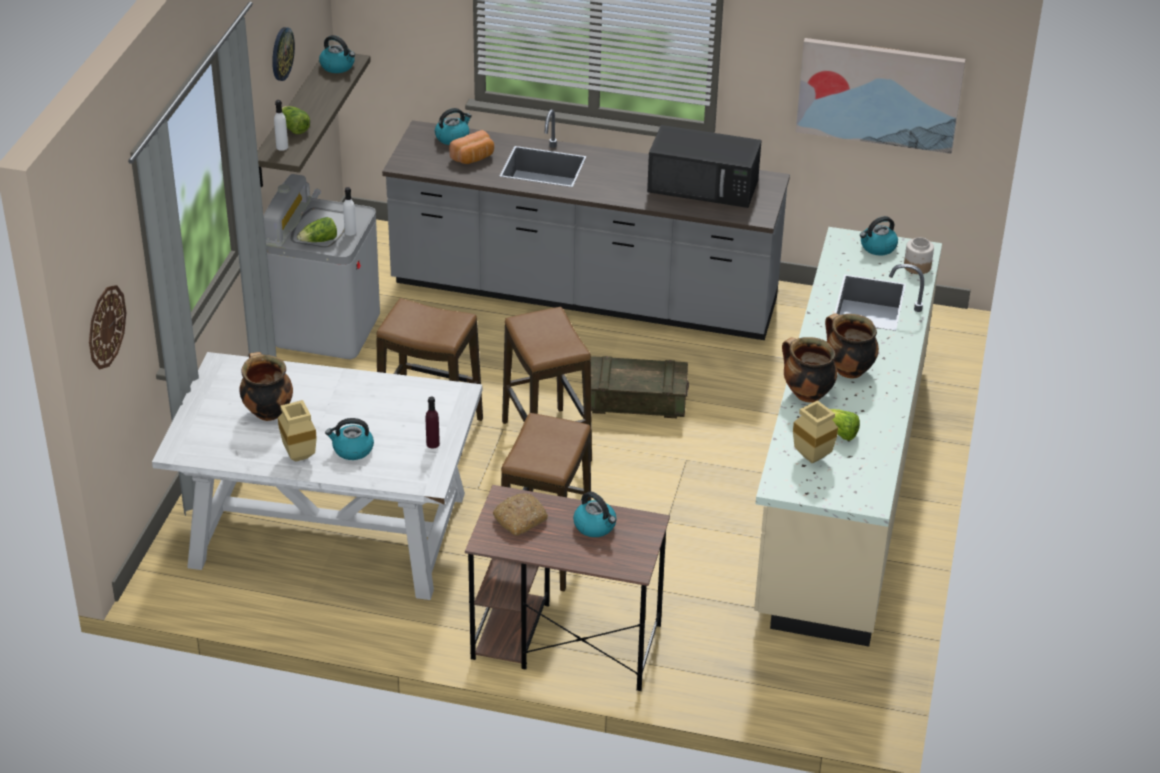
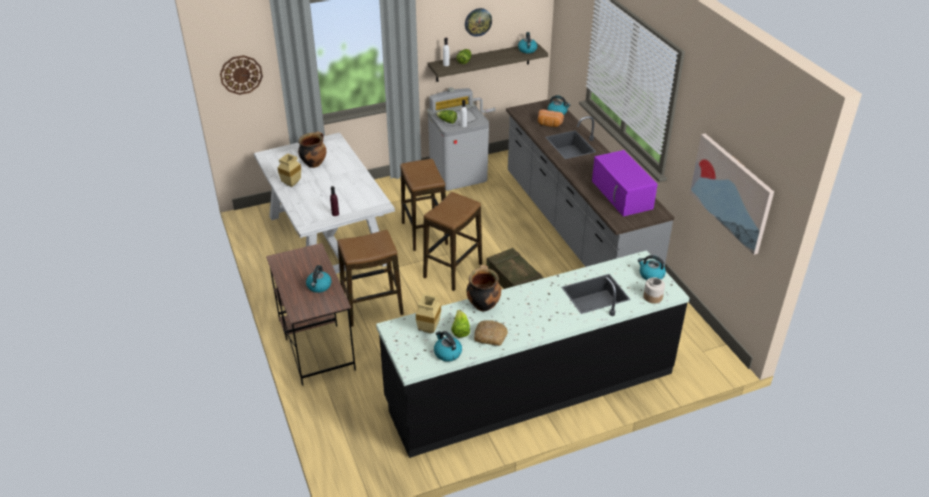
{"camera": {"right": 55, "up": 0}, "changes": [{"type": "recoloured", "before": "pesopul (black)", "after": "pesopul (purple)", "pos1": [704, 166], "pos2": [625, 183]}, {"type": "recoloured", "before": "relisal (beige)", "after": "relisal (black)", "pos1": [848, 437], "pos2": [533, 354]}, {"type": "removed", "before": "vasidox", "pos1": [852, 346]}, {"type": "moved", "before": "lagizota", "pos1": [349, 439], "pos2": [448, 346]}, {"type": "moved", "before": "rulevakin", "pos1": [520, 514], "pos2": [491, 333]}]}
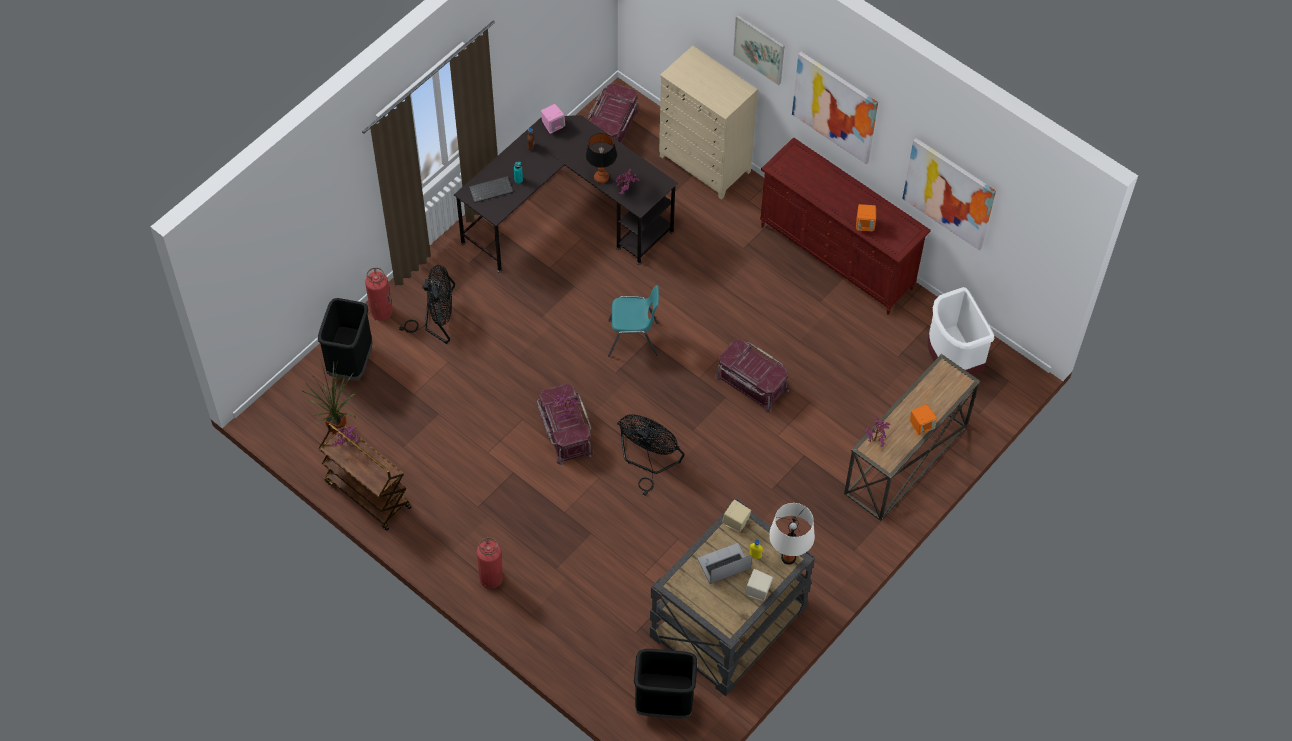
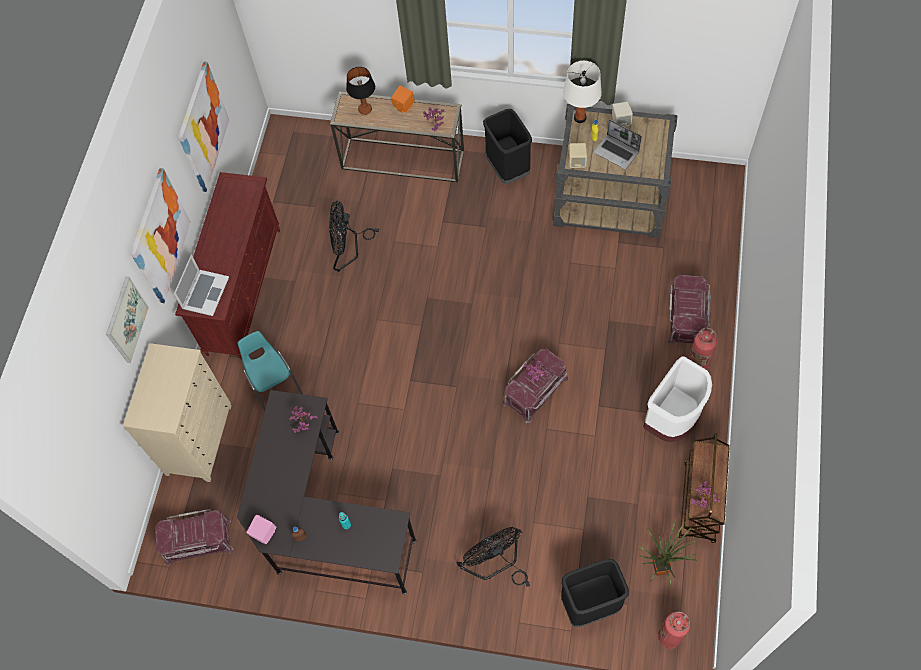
{"camera": {"right": -115, "up": 5}, "changes": [{"type": "moved", "before": "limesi", "pos1": [601, 158], "pos2": [360, 91]}, {"type": "removed", "before": "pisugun", "pos1": [491, 189]}, {"type": "removed", "before": "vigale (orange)", "pos1": [866, 217]}, {"type": "moved", "before": "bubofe", "pos1": [379, 294], "pos2": [674, 630]}, {"type": "moved", "before": "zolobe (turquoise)", "pos1": [633, 321], "pos2": [270, 371]}, {"type": "moved", "before": "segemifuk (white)", "pos1": [960, 331], "pos2": [677, 399]}, {"type": "moved", "before": "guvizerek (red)", "pos1": [752, 375], "pos2": [689, 310]}, {"type": "moved", "before": "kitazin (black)", "pos1": [650, 455], "pos2": [354, 236]}, {"type": "moved", "before": "segemifuk (black)", "pos1": [666, 684], "pos2": [507, 146]}, {"type": "added", "after": "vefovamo", "pos2": [201, 285]}]}
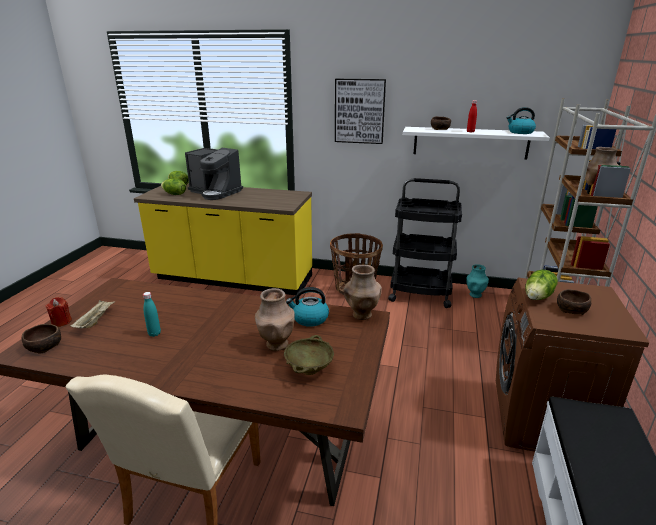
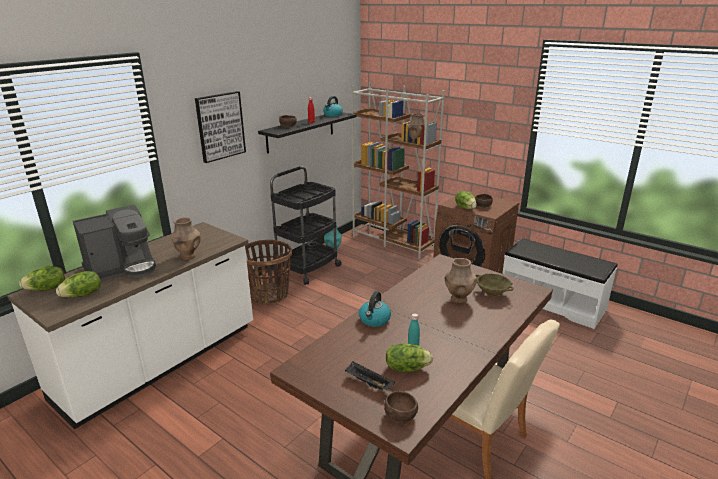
{"camera": {"right": -65, "up": 0}, "changes": [{"type": "recoloured", "before": "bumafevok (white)", "after": "bumafevok (black)", "pos1": [476, 143], "pos2": [307, 132]}, {"type": "recoloured", "before": "relisal (yellow)", "after": "relisal (white)", "pos1": [223, 239], "pos2": [130, 325]}, {"type": "moved", "before": "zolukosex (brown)", "pos1": [363, 292], "pos2": [186, 238]}, {"type": "moved", "before": "lagizota", "pos1": [307, 307], "pos2": [375, 309]}, {"type": "removed", "before": "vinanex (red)", "pos1": [59, 312]}, {"type": "recoloured", "before": "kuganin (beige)", "after": "kuganin (black)", "pos1": [92, 314], "pos2": [370, 376]}, {"type": "added", "after": "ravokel", "pos2": [409, 357]}]}
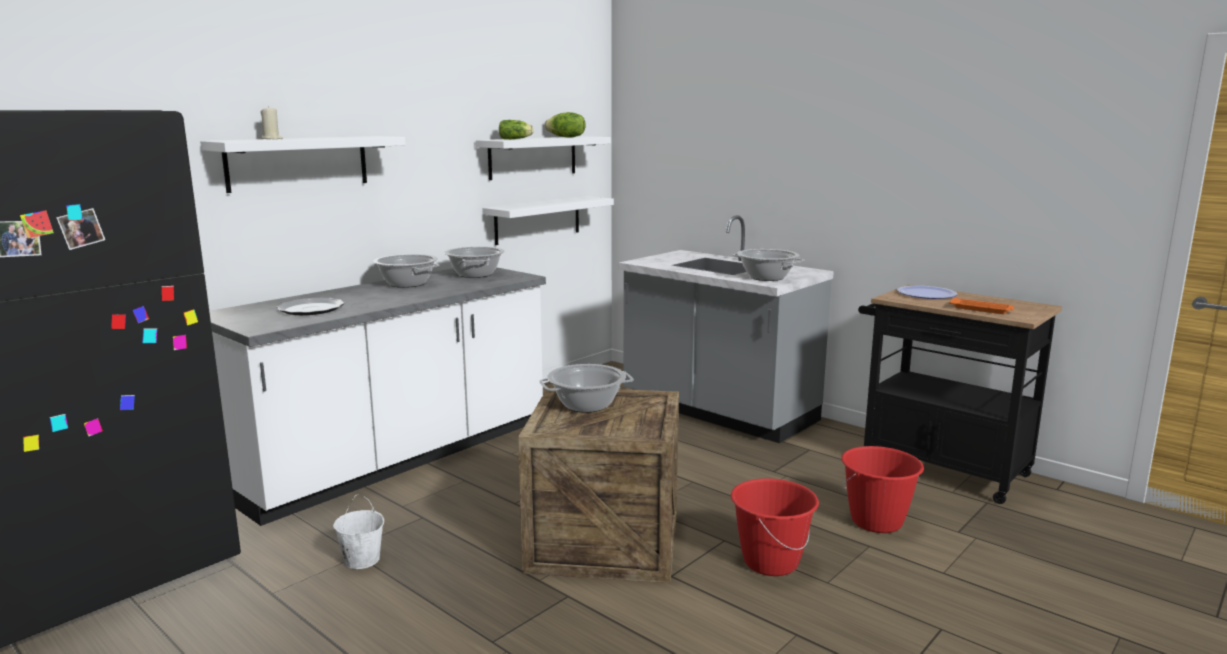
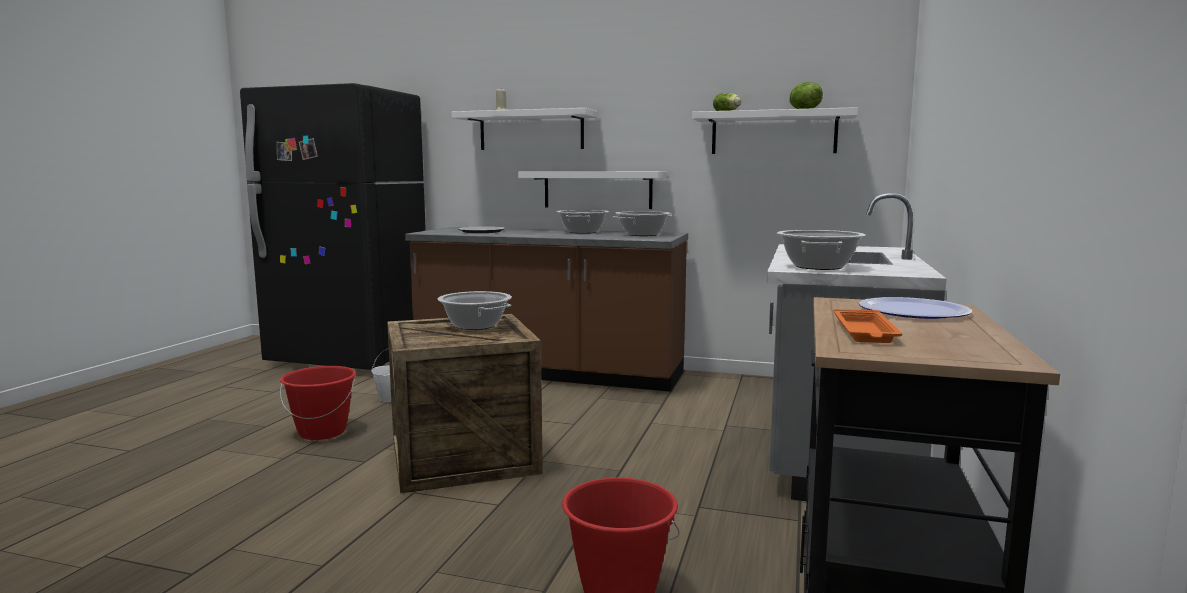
{"camera": {"right": 65, "up": -5}, "changes": [{"type": "moved", "before": "bumafevok (white)", "pos1": [548, 220], "pos2": [592, 190]}, {"type": "recoloured", "before": "relisal (white)", "after": "relisal (brown)", "pos1": [377, 397], "pos2": [546, 309]}, {"type": "moved", "before": "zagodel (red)", "pos1": [775, 527], "pos2": [318, 403]}]}
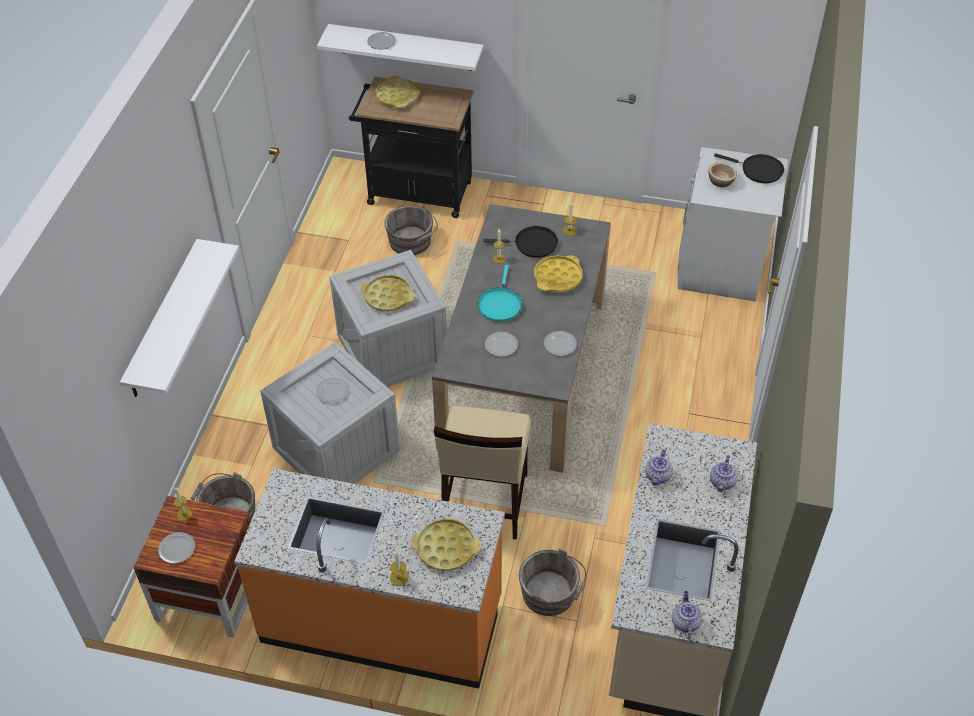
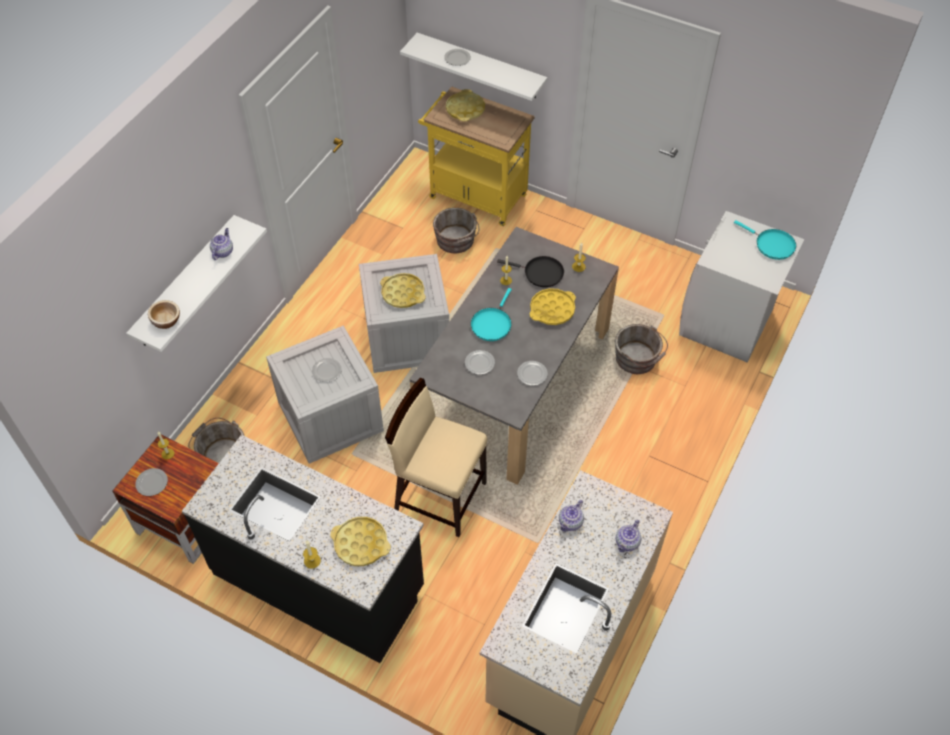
{"camera": {"right": 15, "up": 5}, "changes": [{"type": "recoloured", "before": "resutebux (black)", "after": "resutebux (yellow)", "pos1": [411, 147], "pos2": [476, 157]}, {"type": "recoloured", "before": "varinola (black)", "after": "varinola (turquoise)", "pos1": [749, 168], "pos2": [765, 240]}, {"type": "moved", "before": "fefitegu", "pos1": [723, 175], "pos2": [164, 314]}, {"type": "turned", "before": "zolobe (beige)", "pos1": [482, 473], "pos2": [436, 457], "turn": 90}, {"type": "recoloured", "before": "relisal (orange)", "after": "relisal (black)", "pos1": [369, 579], "pos2": [303, 549]}, {"type": "moved", "before": "zagodel (grey)", "pos1": [552, 582], "pos2": [641, 349]}, {"type": "moved", "before": "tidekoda", "pos1": [687, 615], "pos2": [221, 244]}]}
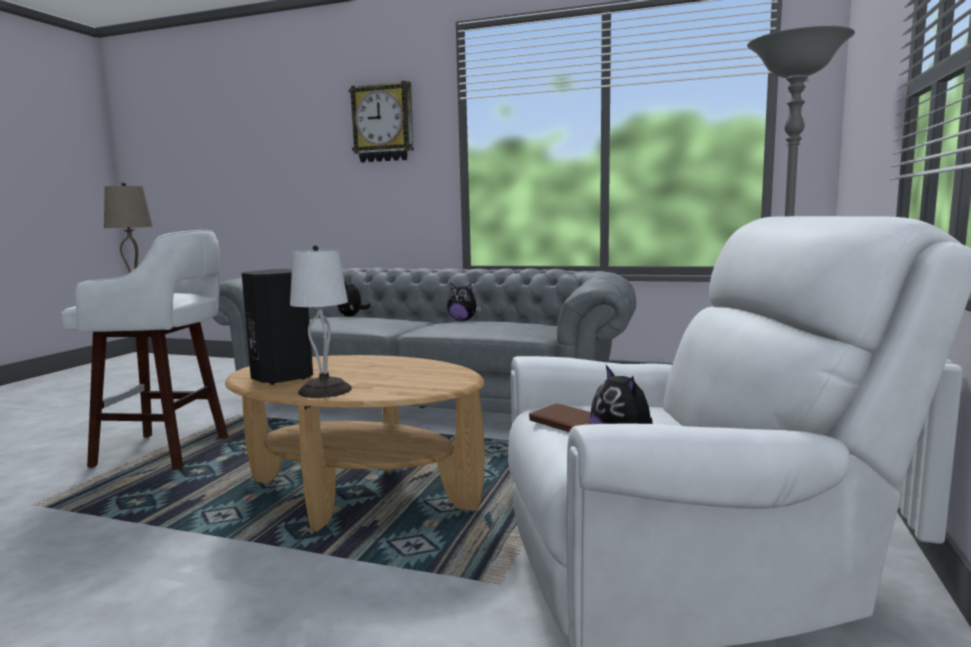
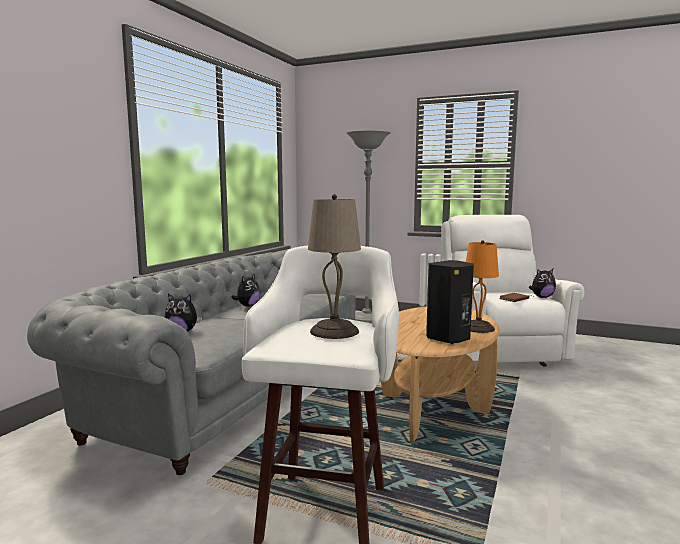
{"camera": {"right": -85, "up": 0}, "changes": [{"type": "removed", "before": "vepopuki", "pos1": [381, 122]}, {"type": "recoloured", "before": "limesi (white)", "after": "limesi (orange)", "pos1": [321, 321], "pos2": [482, 286]}]}
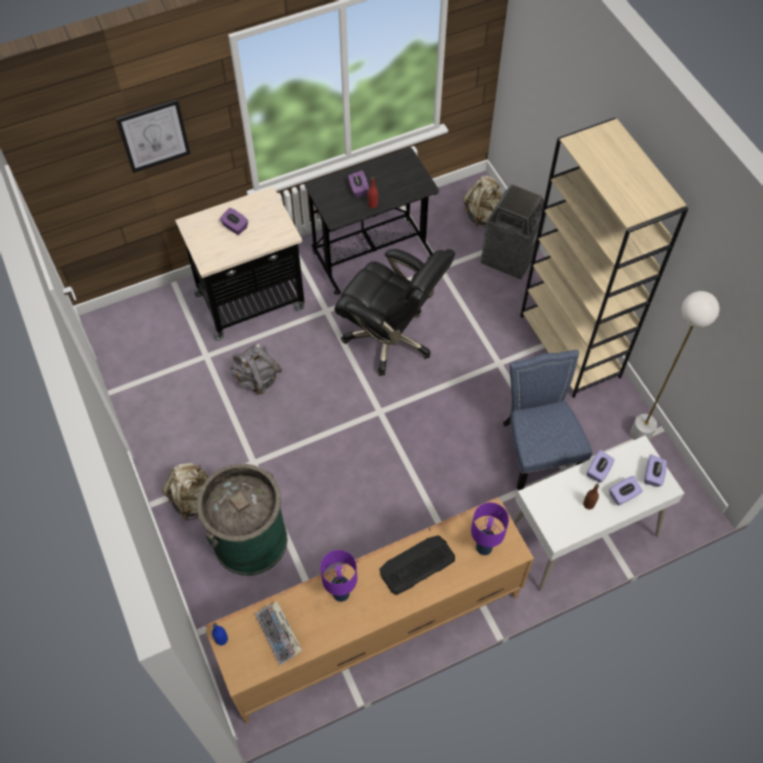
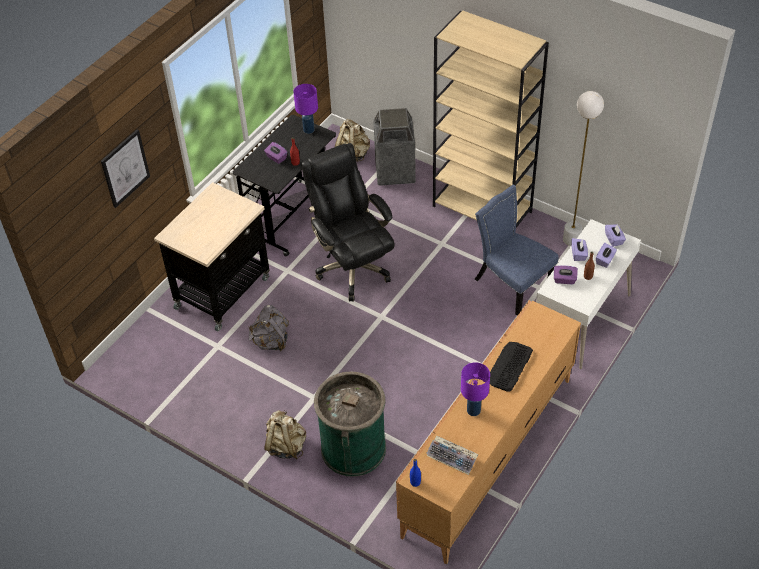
{"camera": {"right": -30, "up": -10}, "changes": [{"type": "moved", "before": "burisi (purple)", "pos1": [234, 221], "pos2": [566, 274]}, {"type": "turned", "before": "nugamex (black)", "pos1": [394, 312], "pos2": [348, 222], "turn": -120}, {"type": "moved", "before": "limesi (purple)", "pos1": [490, 528], "pos2": [305, 109]}]}
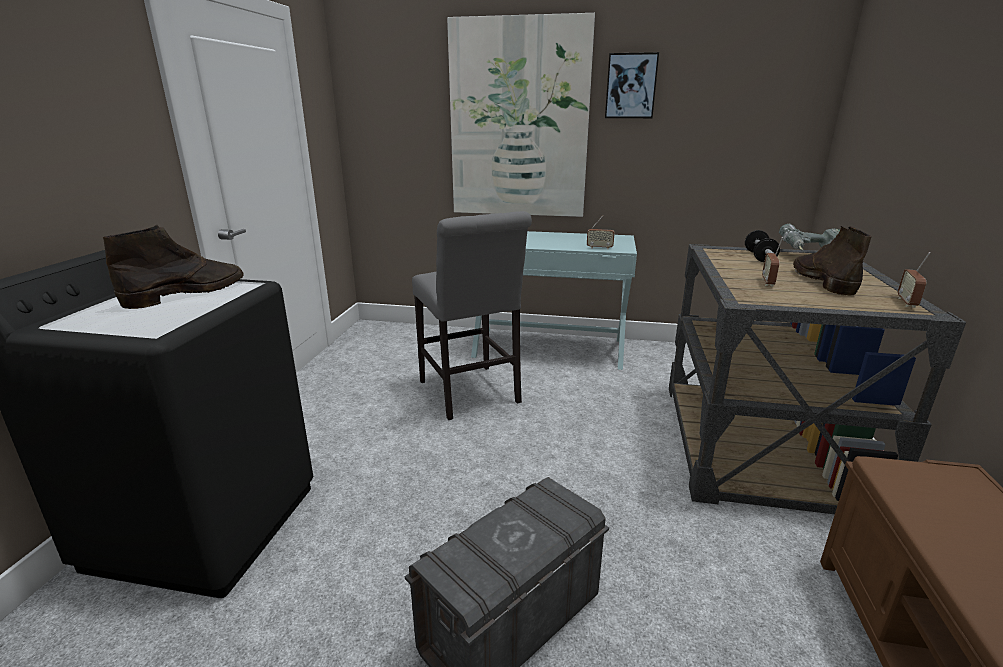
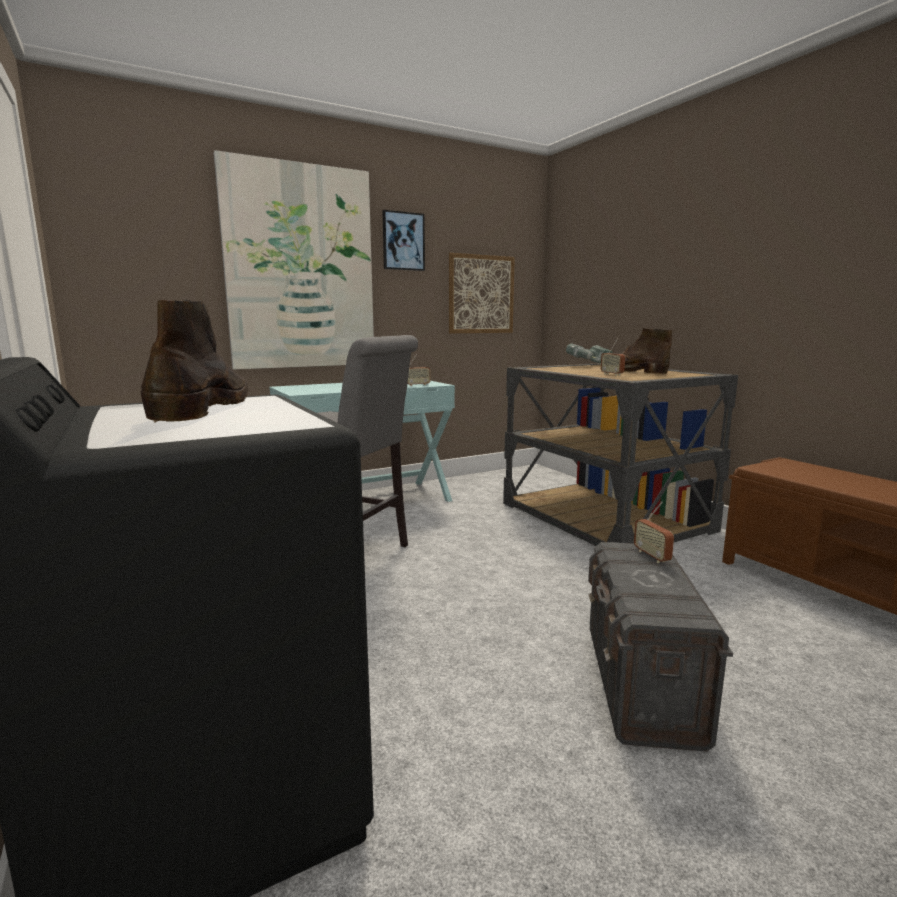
{"camera": {"right": -40, "up": -10}, "changes": [{"type": "removed", "before": "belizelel", "pos1": [762, 246]}, {"type": "moved", "before": "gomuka", "pos1": [914, 280], "pos2": [654, 532]}, {"type": "added", "after": "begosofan", "pos2": [482, 293]}]}
